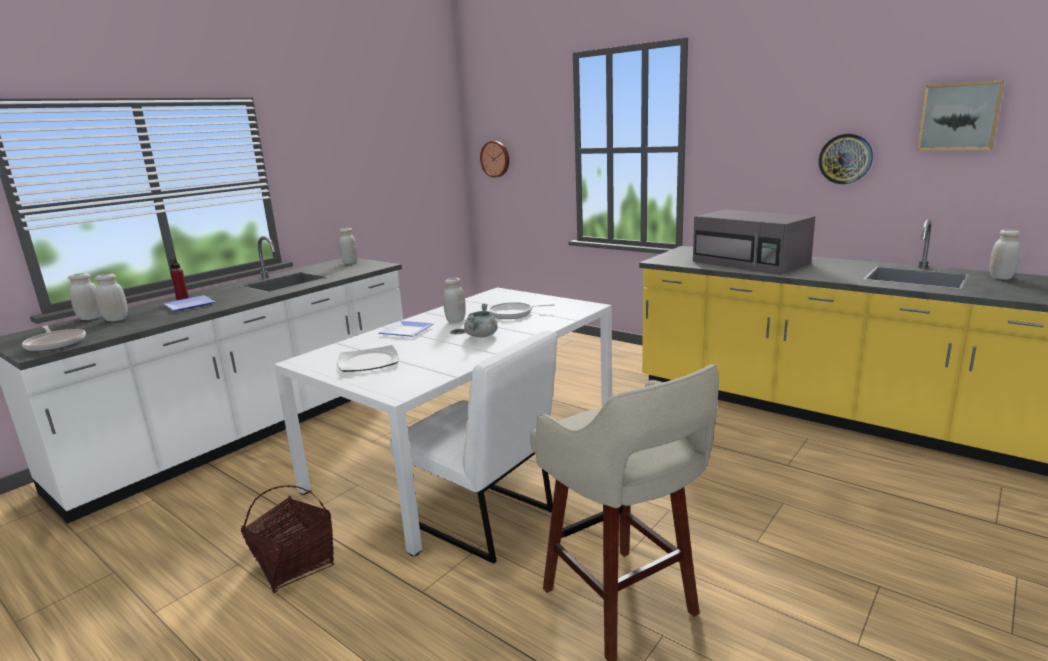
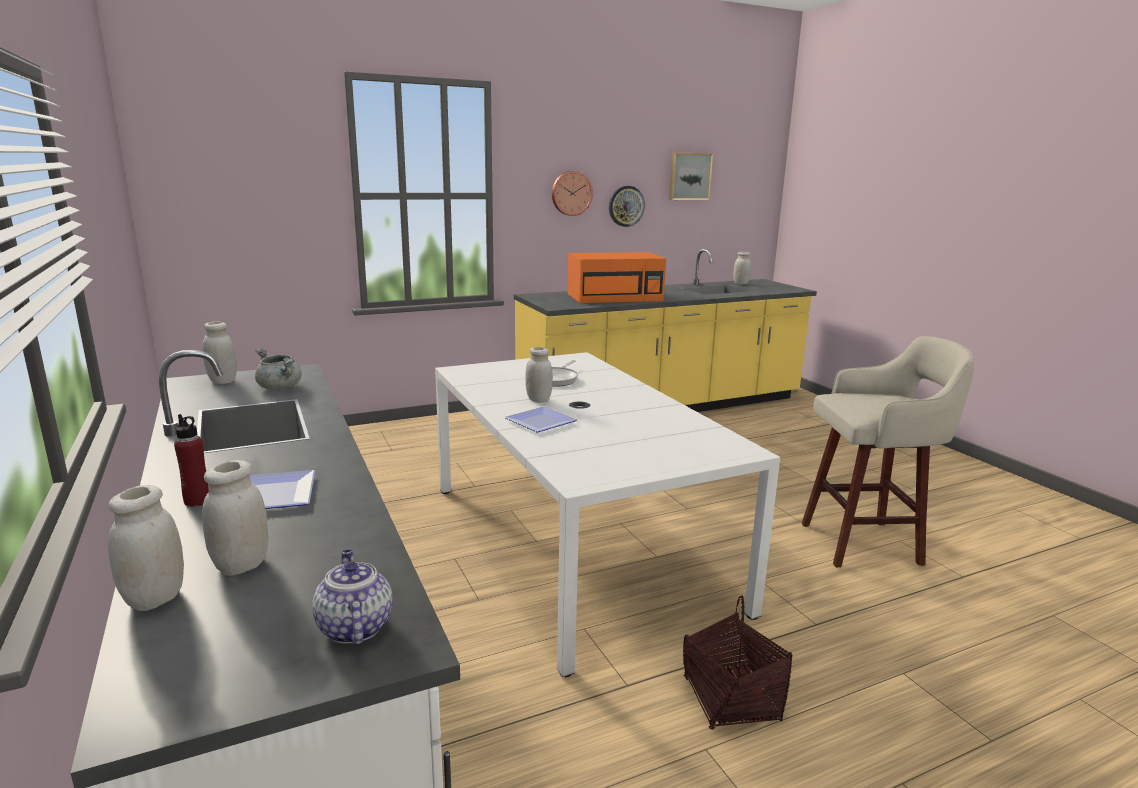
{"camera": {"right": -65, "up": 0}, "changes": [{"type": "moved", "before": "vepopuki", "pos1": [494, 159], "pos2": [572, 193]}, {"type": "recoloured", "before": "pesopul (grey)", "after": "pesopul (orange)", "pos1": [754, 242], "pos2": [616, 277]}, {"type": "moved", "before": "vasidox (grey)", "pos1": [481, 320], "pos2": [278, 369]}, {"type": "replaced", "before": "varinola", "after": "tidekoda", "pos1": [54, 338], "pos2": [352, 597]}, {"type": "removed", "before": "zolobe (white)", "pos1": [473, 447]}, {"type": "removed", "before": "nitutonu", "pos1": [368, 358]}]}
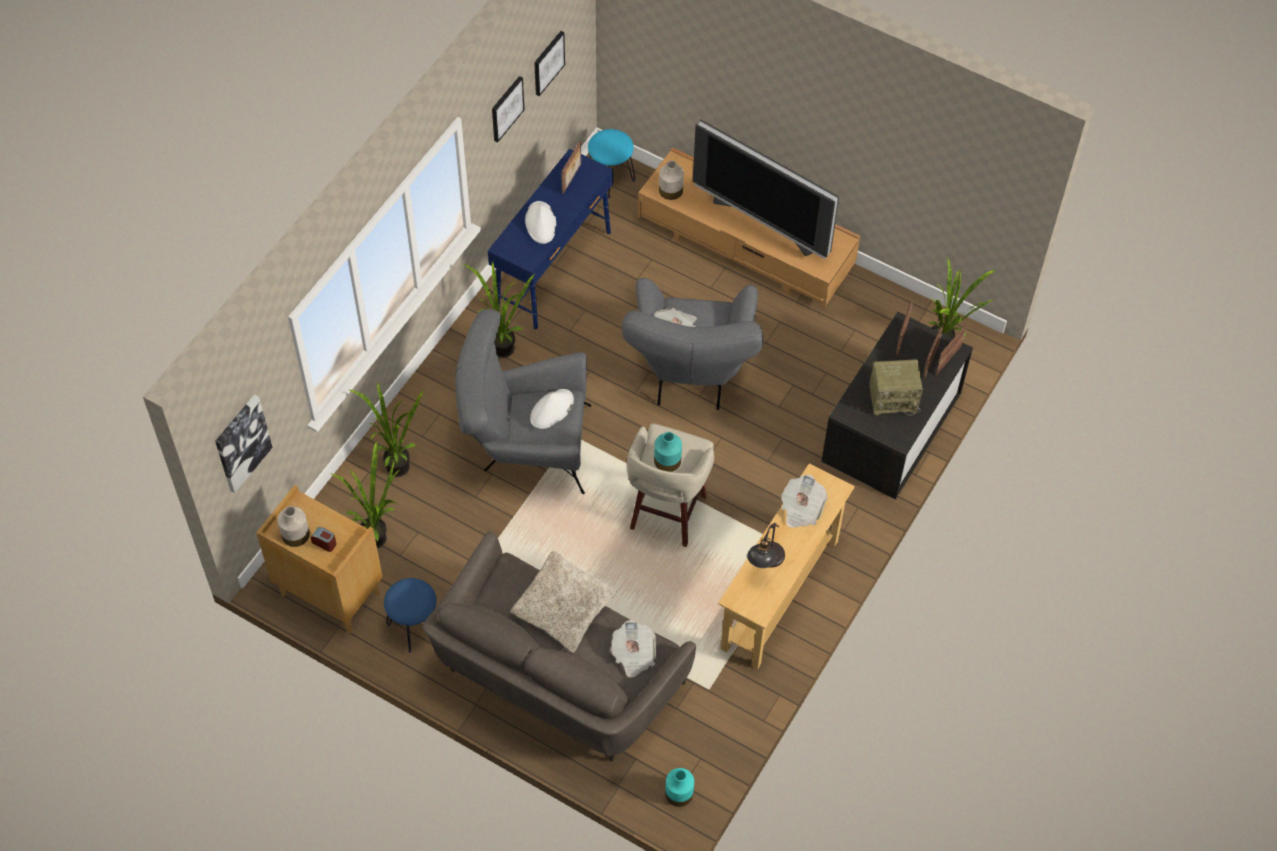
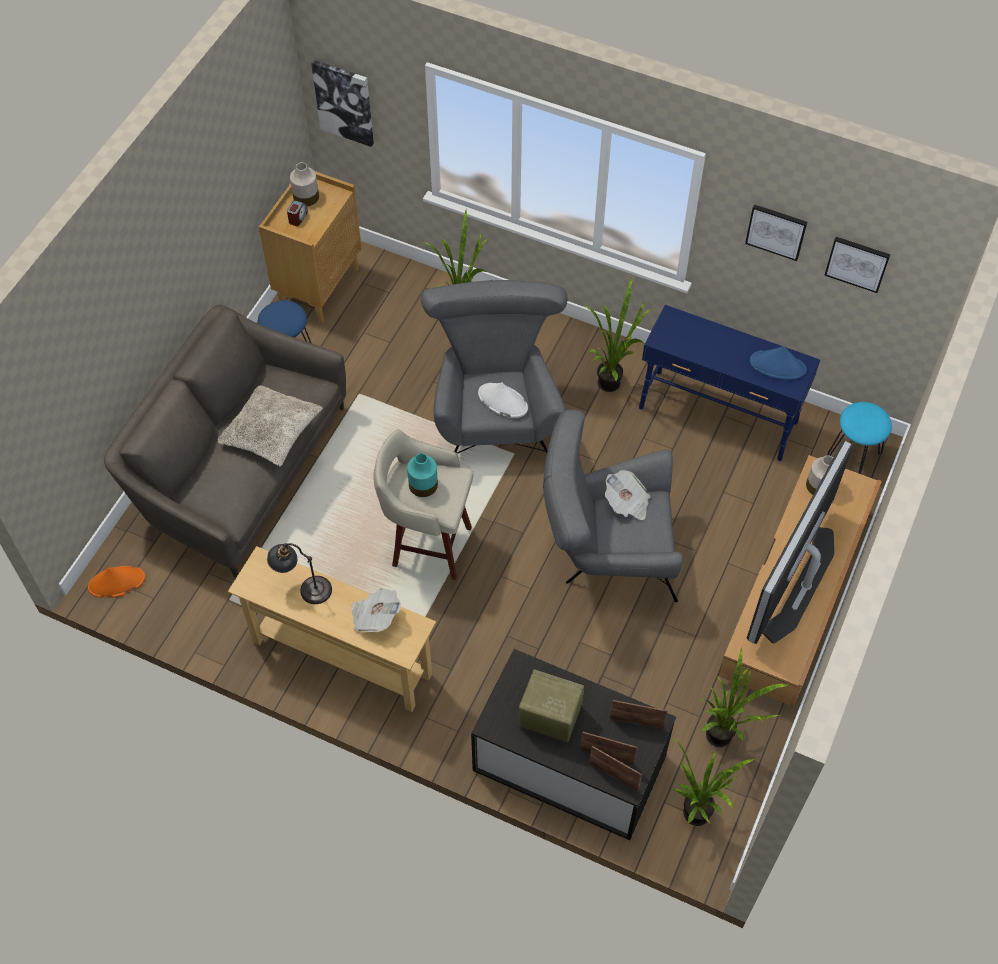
{"camera": {"right": 85, "up": 0}, "changes": [{"type": "replaced", "before": "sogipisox", "after": "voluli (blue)", "pos1": [571, 167], "pos2": [778, 363]}, {"type": "removed", "before": "voluli (white)", "pos1": [540, 222]}, {"type": "turned", "before": "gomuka", "pos1": [896, 387], "pos2": [551, 705], "turn": 120}, {"type": "moved", "before": "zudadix", "pos1": [364, 494], "pos2": [744, 697]}, {"type": "removed", "before": "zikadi", "pos1": [633, 649]}, {"type": "replaced", "before": "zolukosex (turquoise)", "after": "voluli (orange)", "pos1": [679, 787], "pos2": [116, 582]}]}
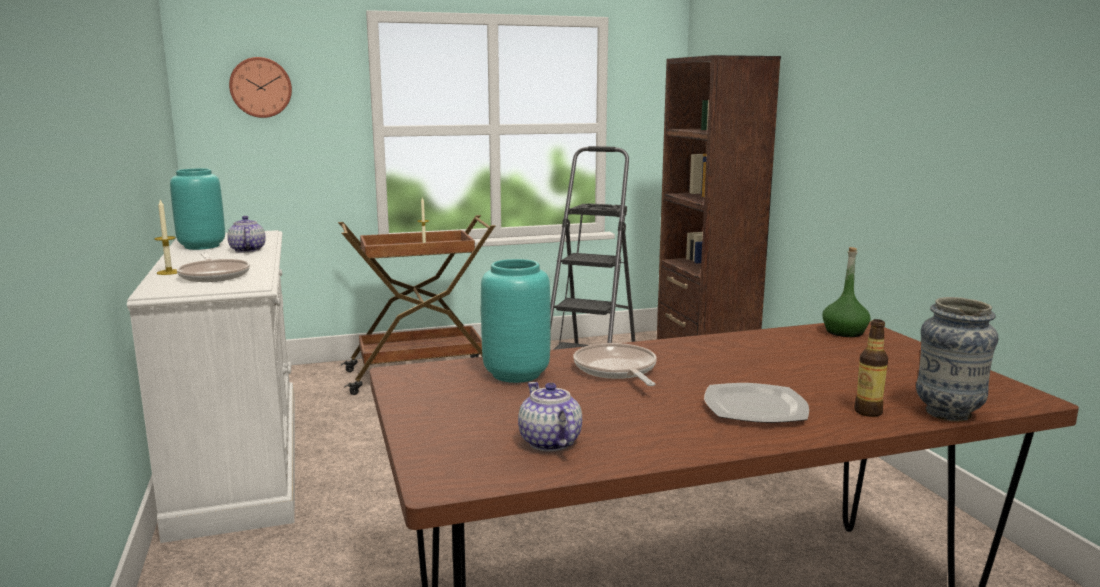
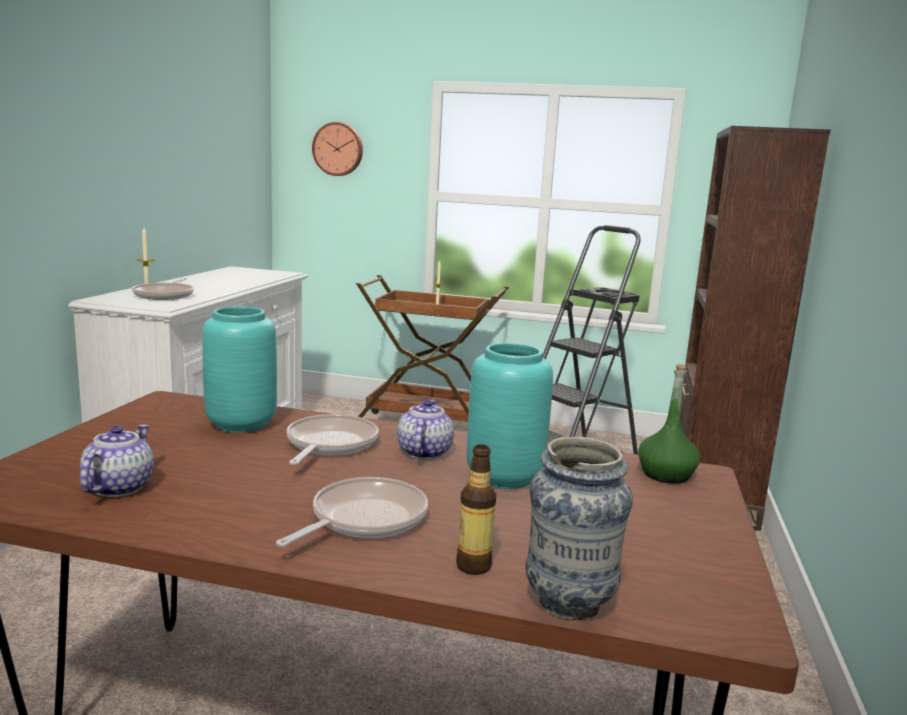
{"camera": {"right": 30, "up": 0}, "changes": [{"type": "moved", "before": "zolukosex (turquoise)", "pos1": [197, 209], "pos2": [510, 416]}, {"type": "moved", "before": "tidekoda", "pos1": [246, 234], "pos2": [425, 429]}, {"type": "replaced", "before": "nitutonu", "after": "varinola", "pos1": [756, 403], "pos2": [352, 512]}]}
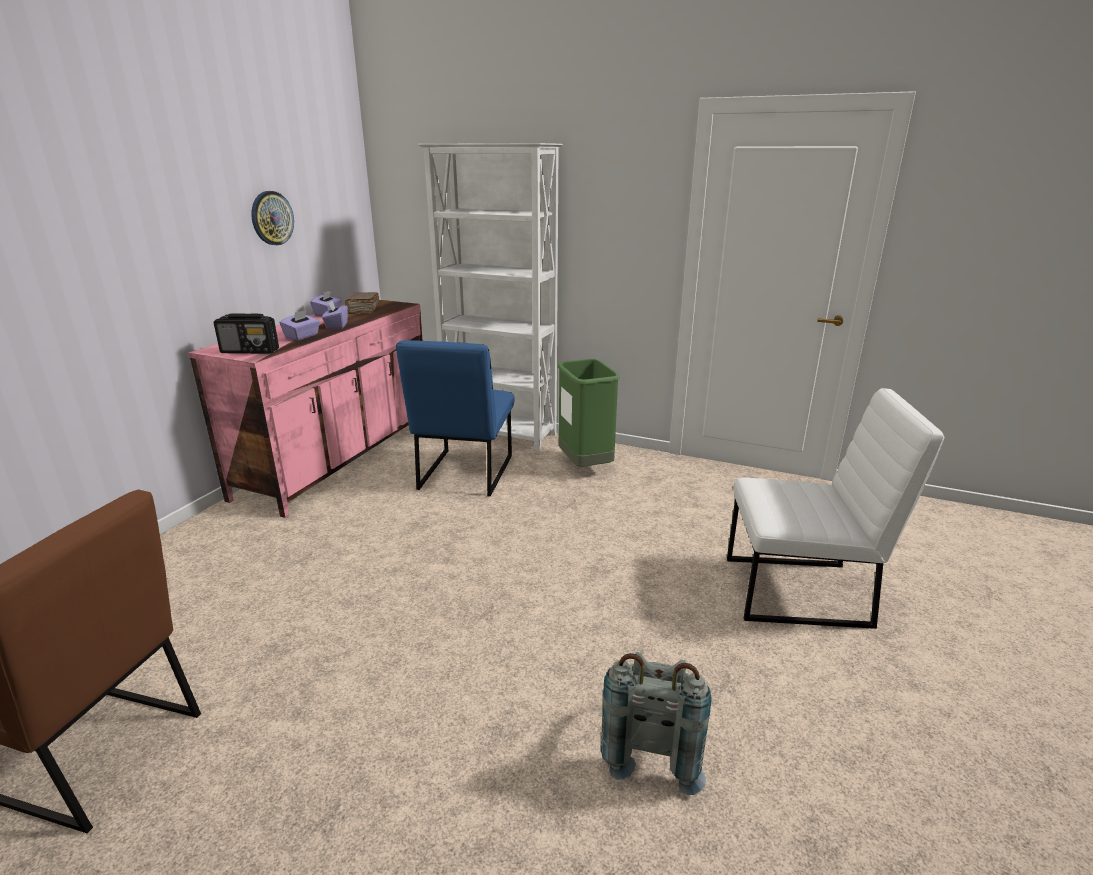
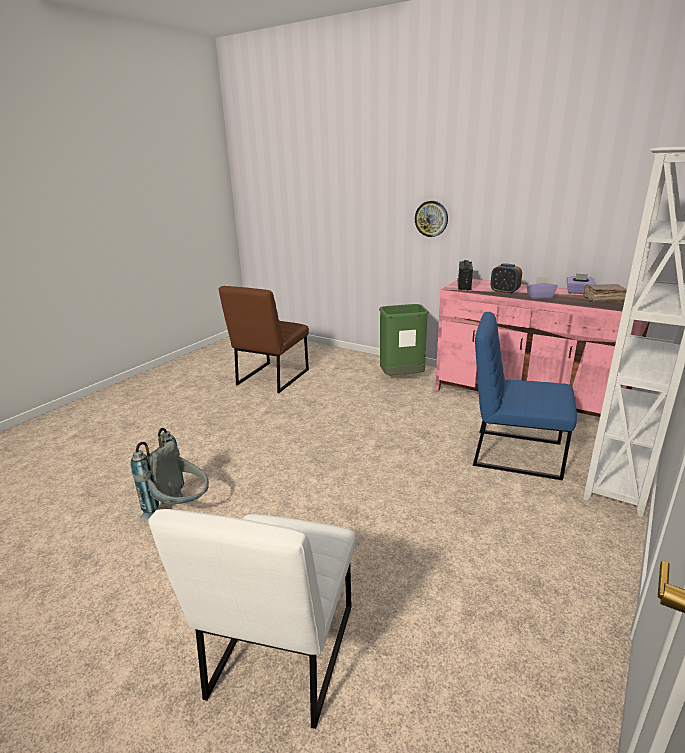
{"camera": {"right": 100, "up": 0}, "changes": [{"type": "moved", "before": "vepopuki", "pos1": [272, 218], "pos2": [431, 219]}, {"type": "replaced", "before": "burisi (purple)", "after": "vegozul", "pos1": [300, 325], "pos2": [506, 278]}, {"type": "moved", "before": "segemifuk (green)", "pos1": [589, 413], "pos2": [404, 339]}]}
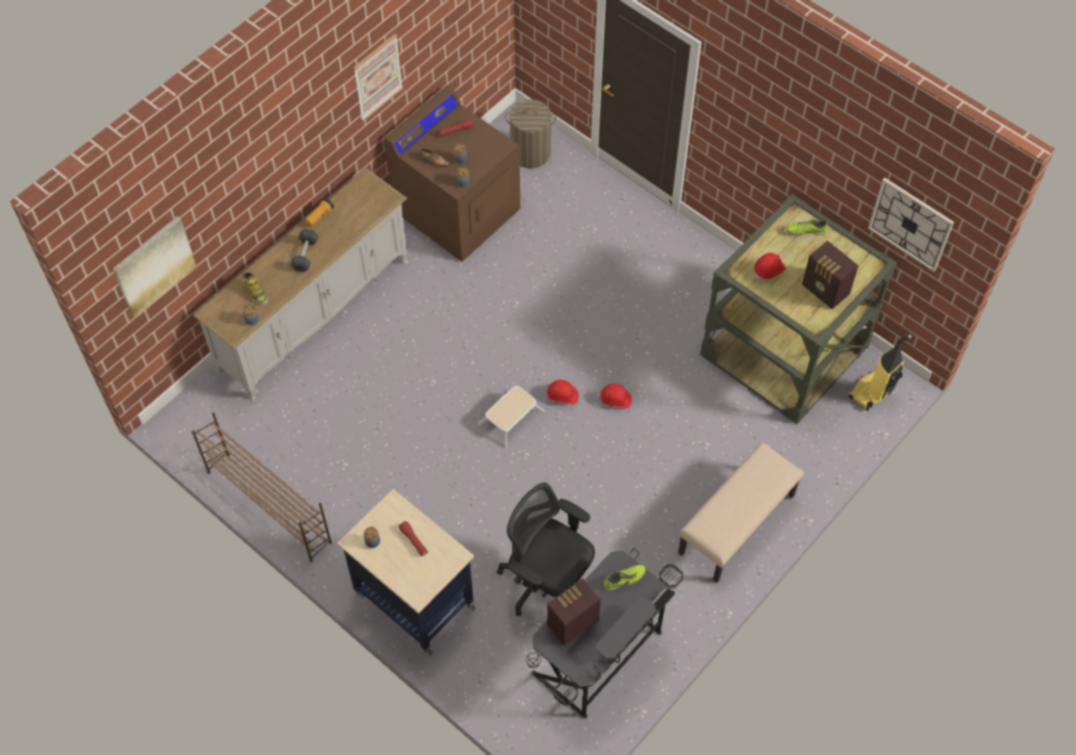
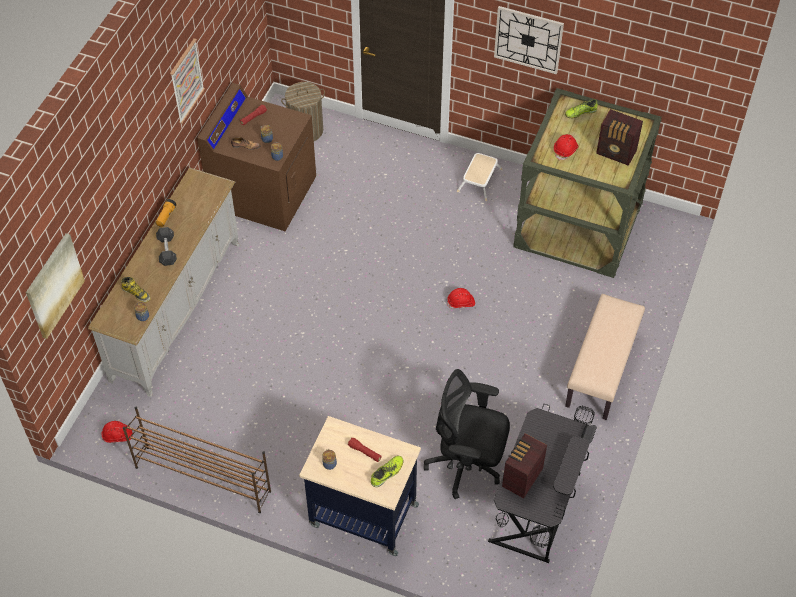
{"camera": {"right": -20, "up": -5}, "changes": [{"type": "moved", "before": "vepopuki", "pos1": [911, 225], "pos2": [529, 40]}, {"type": "removed", "before": "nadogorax", "pos1": [880, 372]}, {"type": "moved", "before": "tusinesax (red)", "pos1": [563, 392], "pos2": [117, 432]}, {"type": "moved", "before": "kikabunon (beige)", "pos1": [511, 416], "pos2": [479, 177]}, {"type": "moved", "before": "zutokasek", "pos1": [625, 578], "pos2": [387, 471]}]}
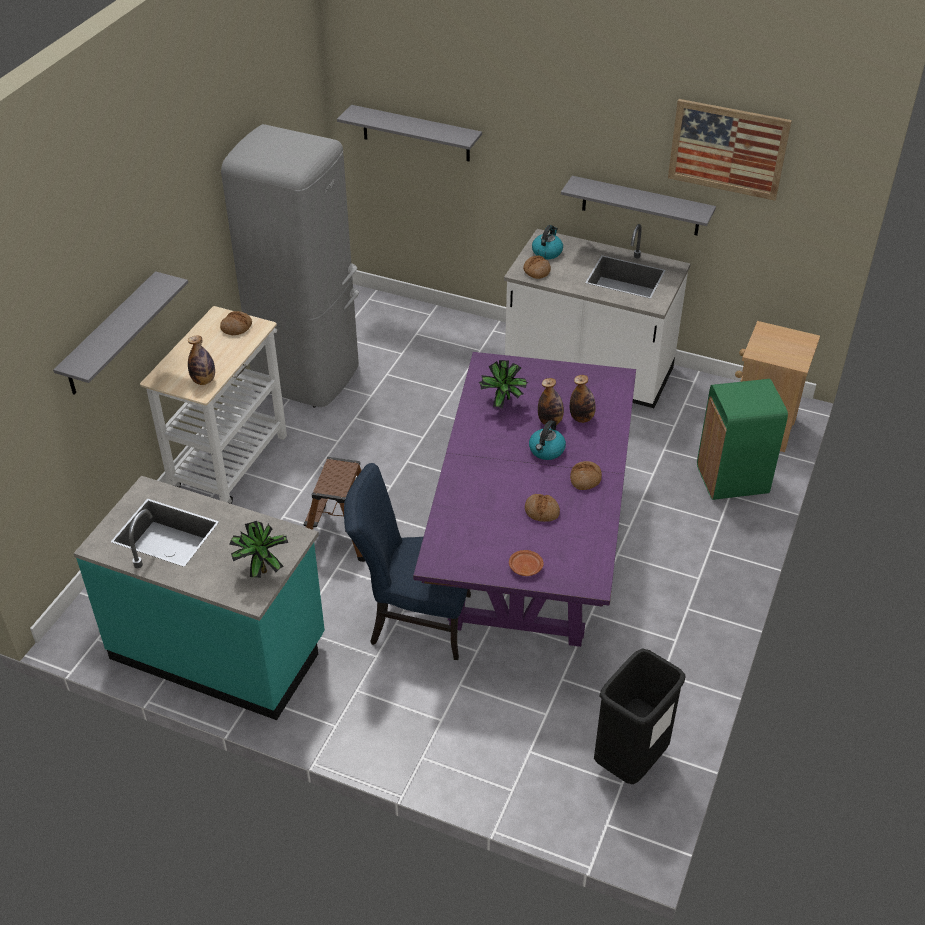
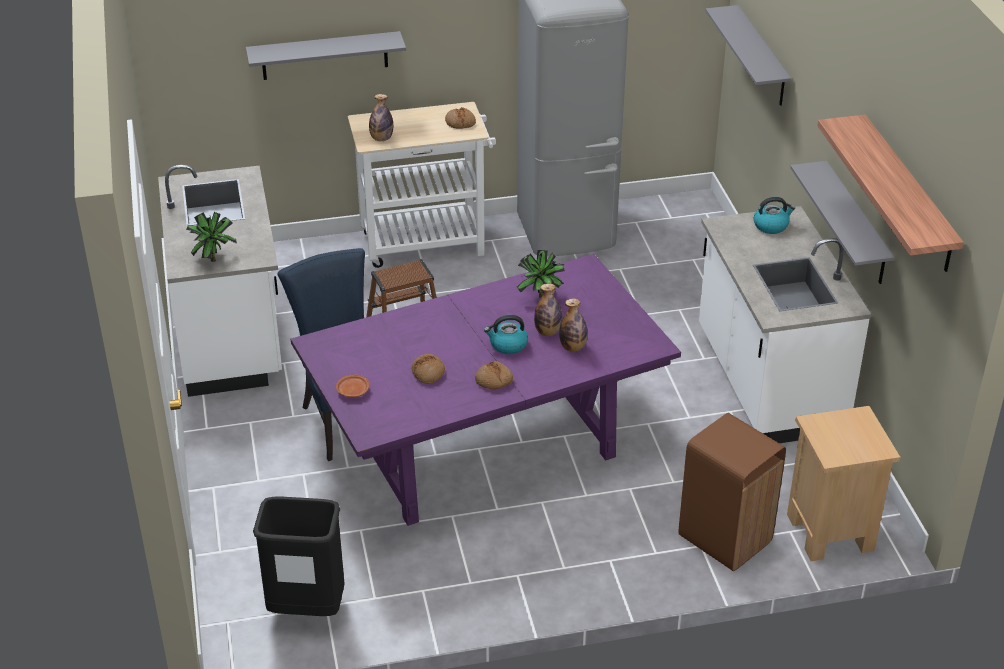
{"camera": {"right": 55, "up": -5}, "changes": [{"type": "replaced", "before": "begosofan", "after": "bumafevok", "pos1": [730, 150], "pos2": [890, 193]}, {"type": "removed", "before": "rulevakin", "pos1": [537, 267]}, {"type": "recoloured", "before": "segemifuk (green)", "after": "segemifuk (brown)", "pos1": [742, 439], "pos2": [732, 492]}, {"type": "recoloured", "before": "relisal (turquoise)", "after": "relisal (white)", "pos1": [199, 598], "pos2": [220, 281]}]}
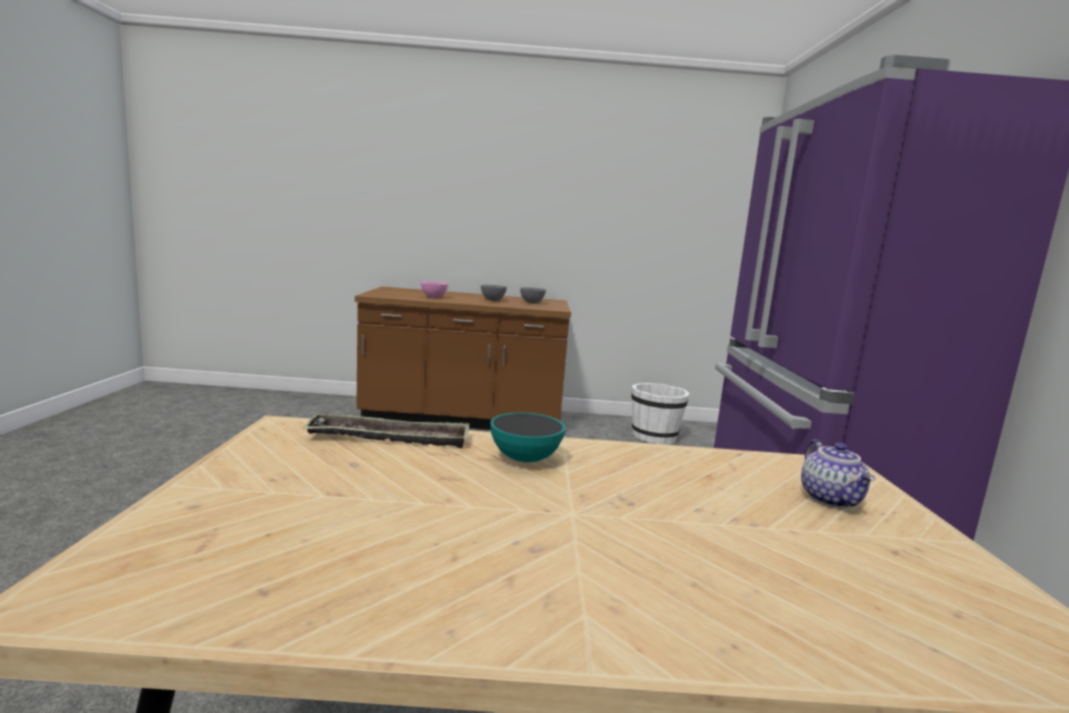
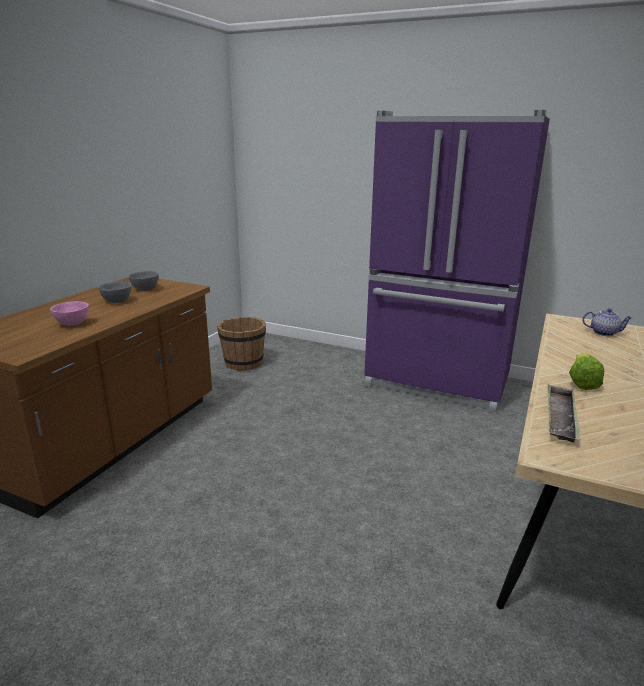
{"camera": {"right": -65, "up": 10}, "changes": [{"type": "recoloured", "before": "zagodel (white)", "after": "zagodel (brown)", "pos1": [660, 413], "pos2": [241, 344]}, {"type": "replaced", "before": "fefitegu", "after": "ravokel", "pos1": [528, 437], "pos2": [586, 371]}]}
